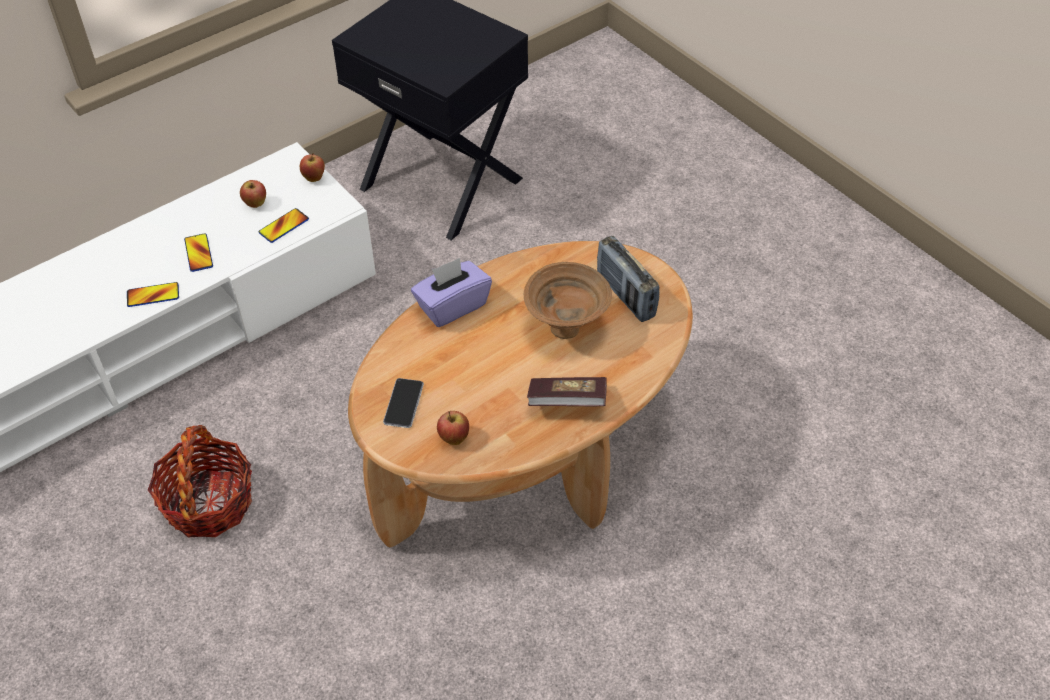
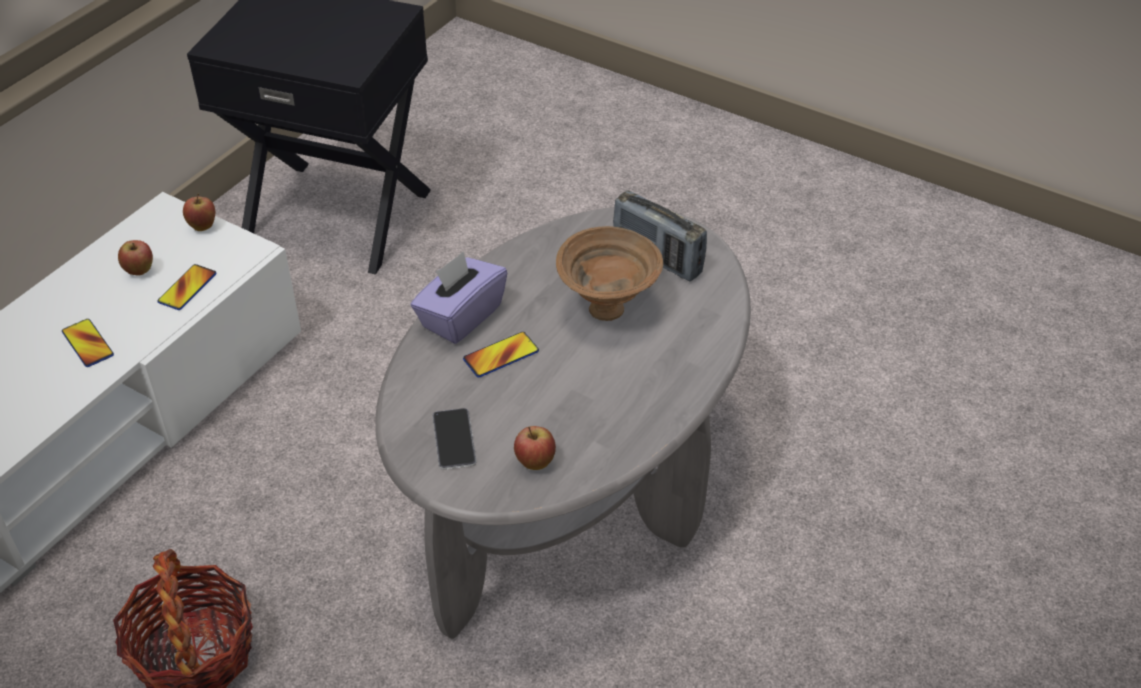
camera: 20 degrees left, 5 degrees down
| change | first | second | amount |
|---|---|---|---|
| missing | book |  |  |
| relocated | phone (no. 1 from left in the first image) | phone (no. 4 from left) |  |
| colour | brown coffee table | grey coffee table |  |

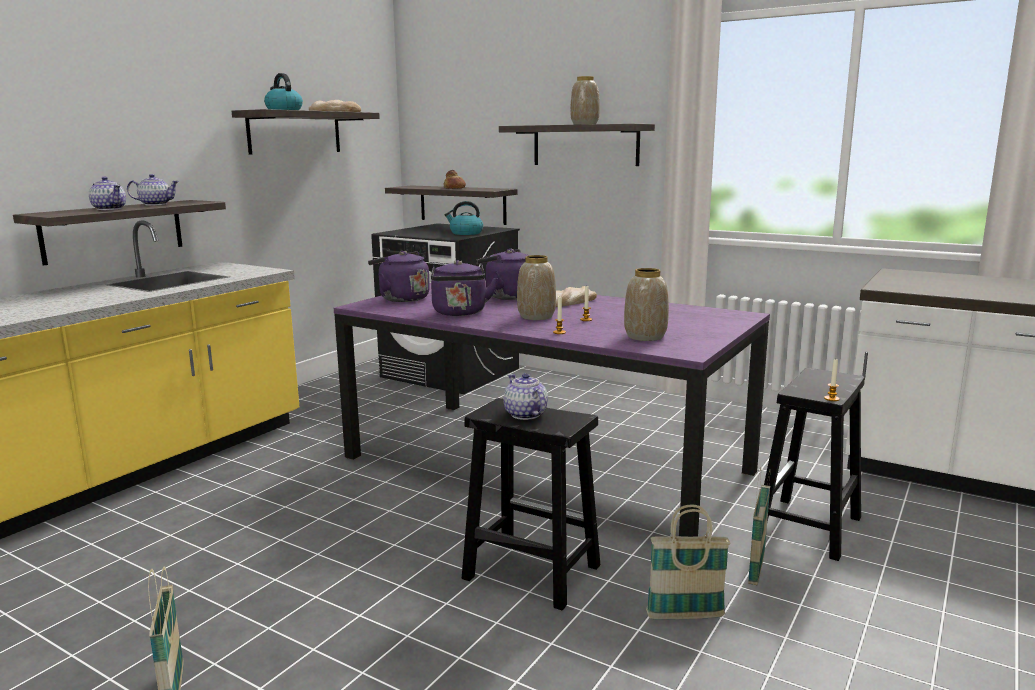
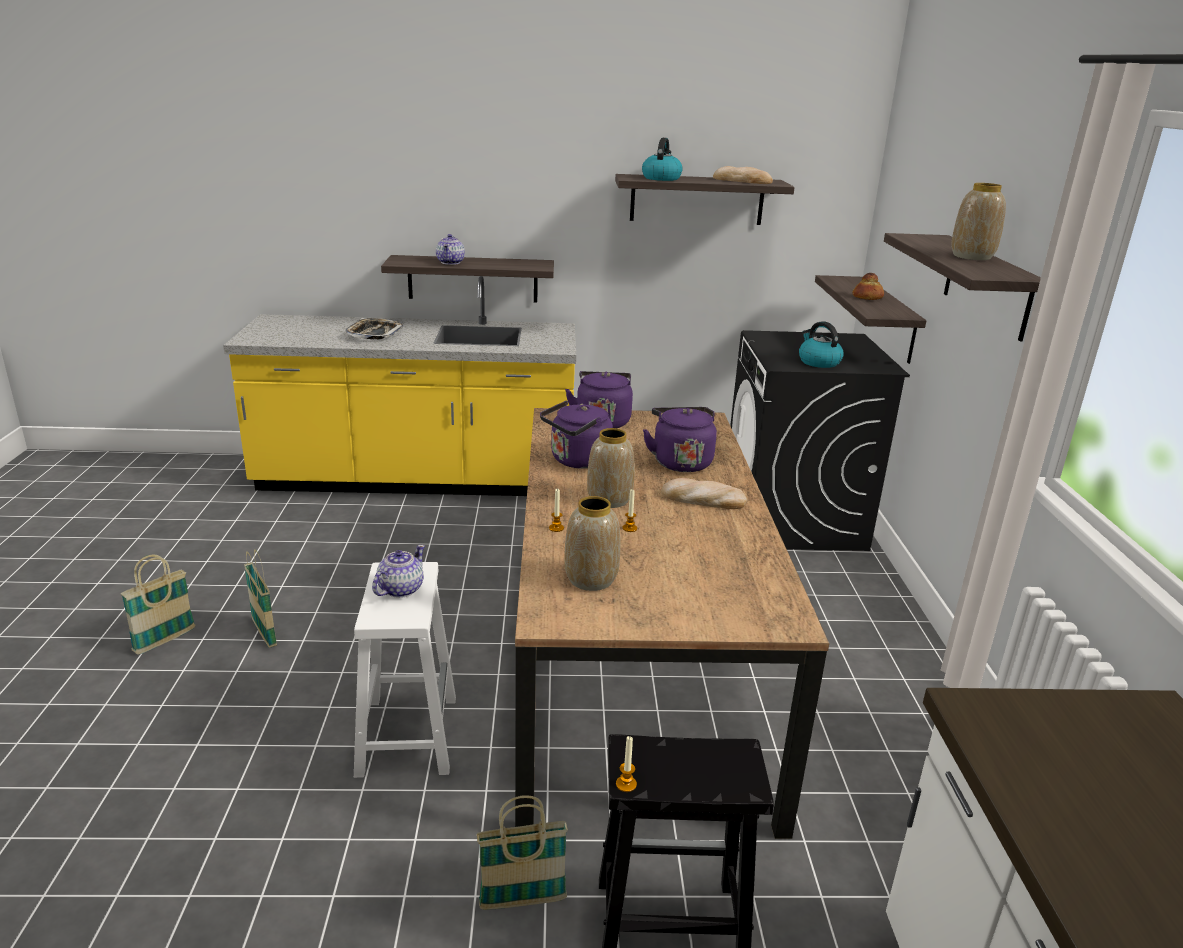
camera: 55 degrees right, 10 degrees up
| change | first | second | amount |
|---|---|---|---|
| missing | teapot (no. 2 from left) |  |  |
| appeared |  | tray |  |
| relocated | basket (no. 2 from left) |  |  |
| colour | purple dining table | brown dining table |  |
| colour | black stool (no. 1 from left) | white stool |  |

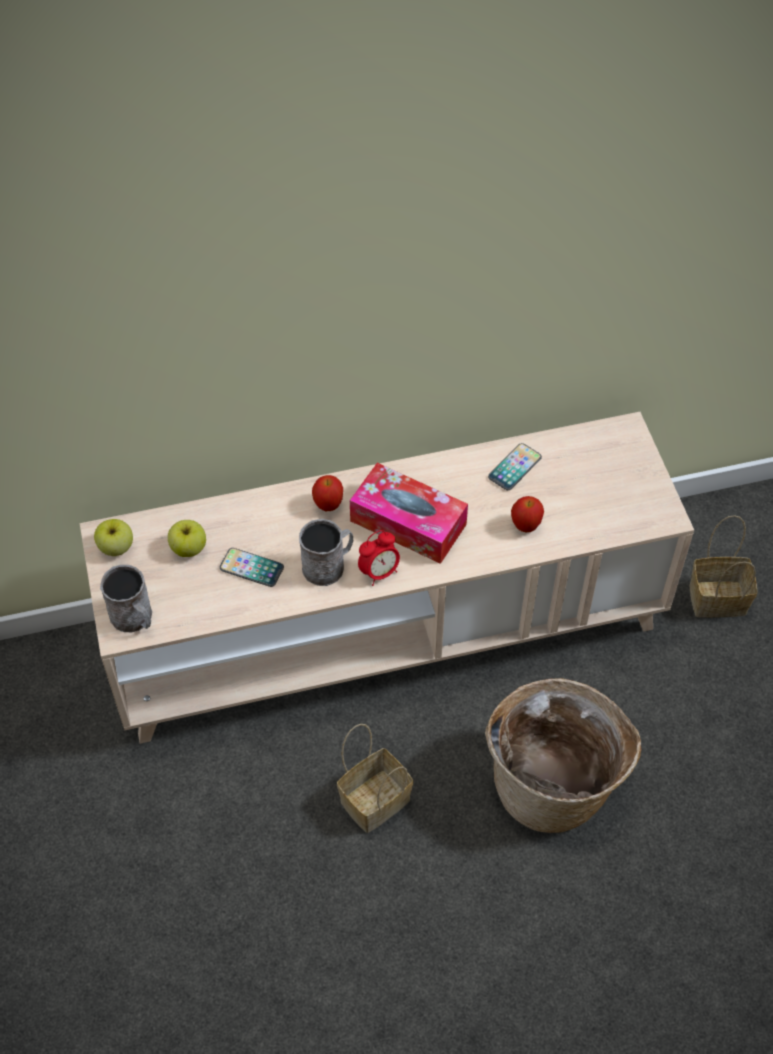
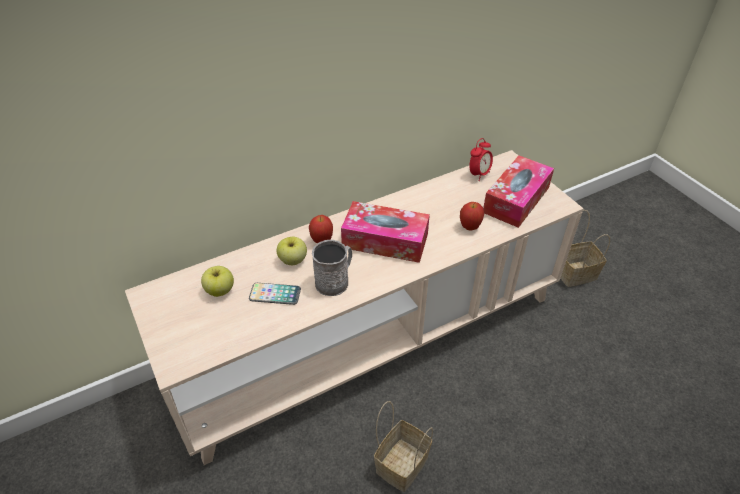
camera: 15 degrees left, 10 degrees down
| change | first | second | amount |
|---|---|---|---|
| missing | grey mug (no. 1 from left) |  |  |
| missing | basket (no. 2 from left) |  |  |
| missing | phone (no. 2 from left) |  |  |
| appeared |  | tissue box (no. 2 from left) |  |
| relocated | apple (no. 1 from left in the first image) | apple (no. 2 from left) |  |
| relocated | alarm clock |  |  |

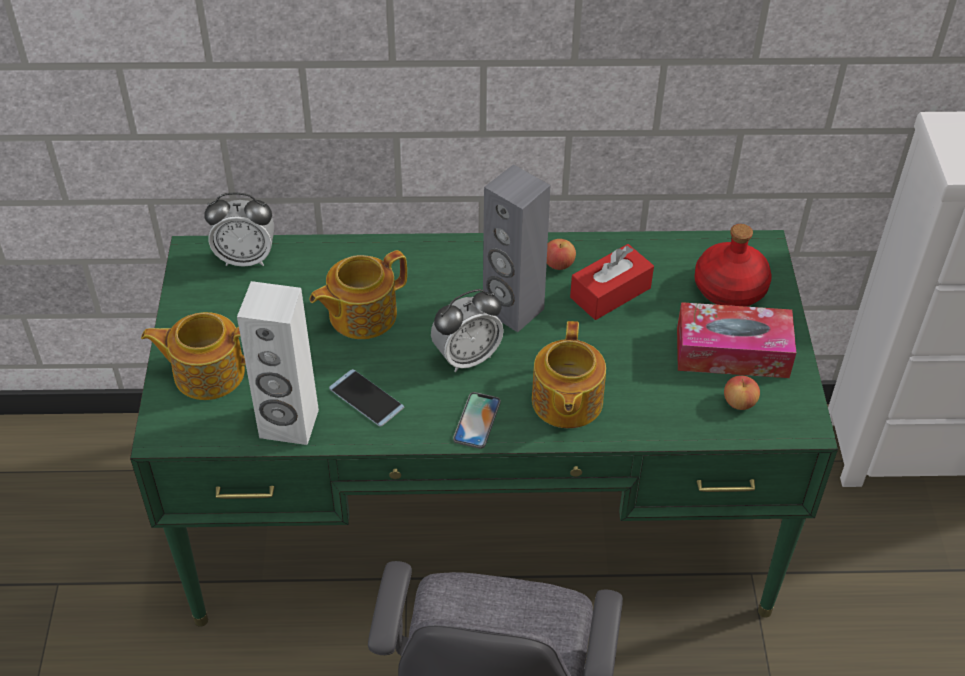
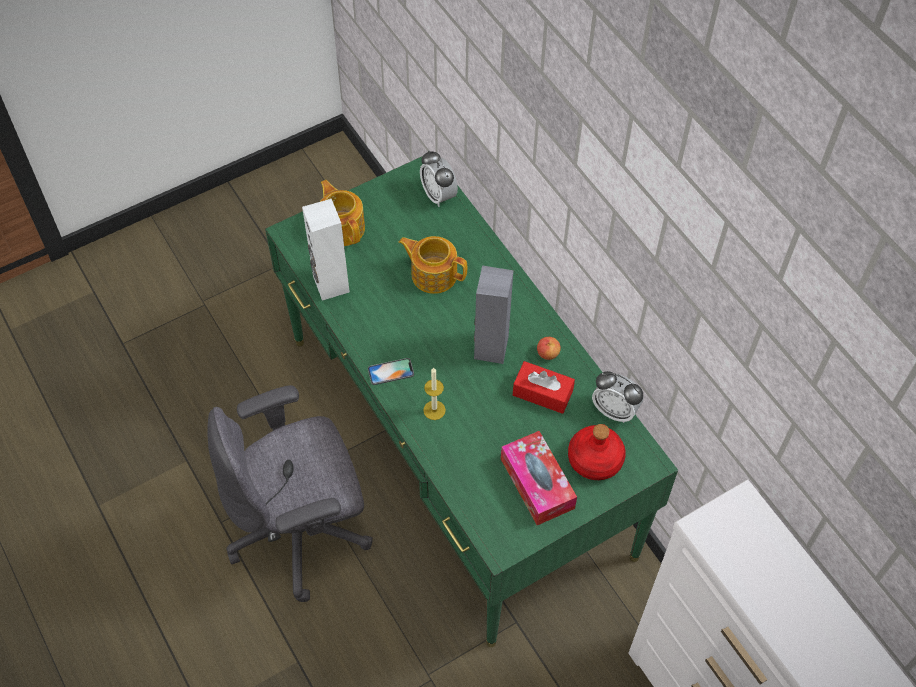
camera: 60 degrees right, 10 degrees up
| change | first | second | amount |
|---|---|---|---|
| missing | phone (no. 1 from left) |  |  |
| missing | apple (no. 2 from left) |  |  |
| relocated | alarm clock (no. 2 from left) |  |  |
| exchanged | teapot (no. 3 from left) | candle |  |

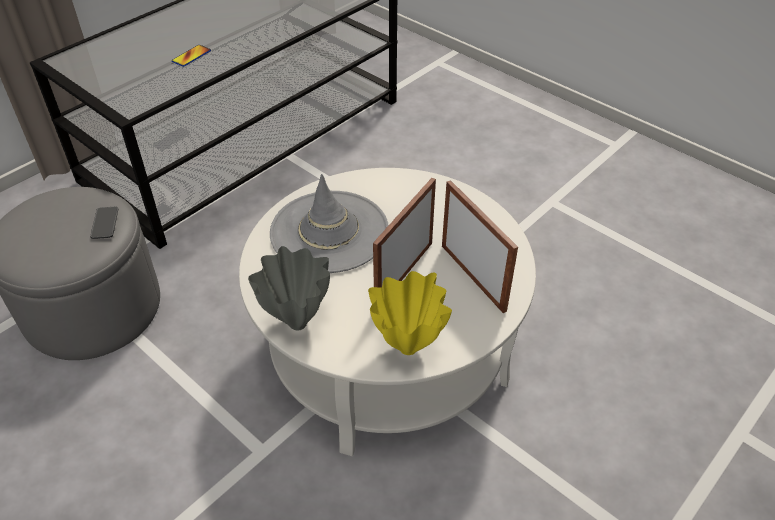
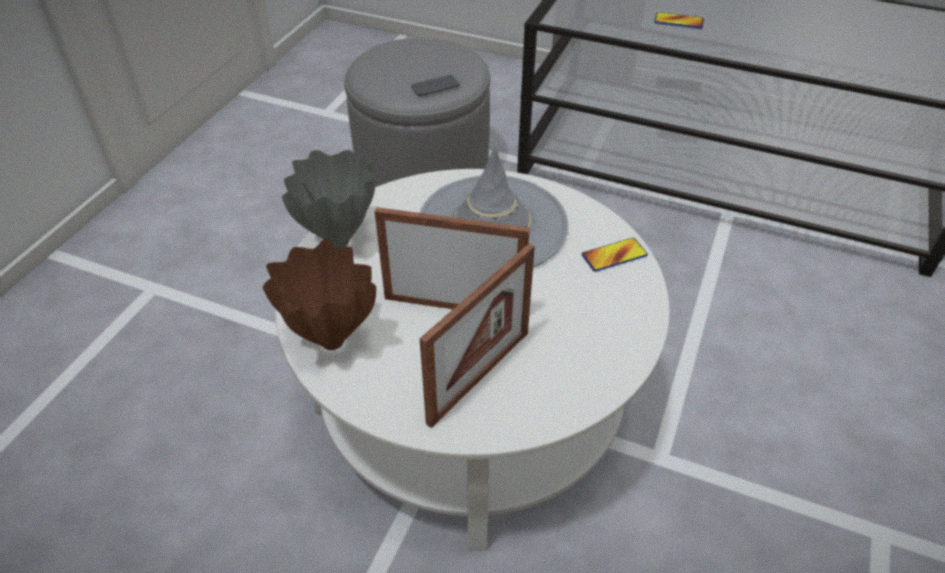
camera: 70 degrees right, 0 degrees up
| change | first | second | amount |
|---|---|---|---|
| appeared |  | phone (no. 2 from left) |  |
| colour | yellow vase | brown vase |  |

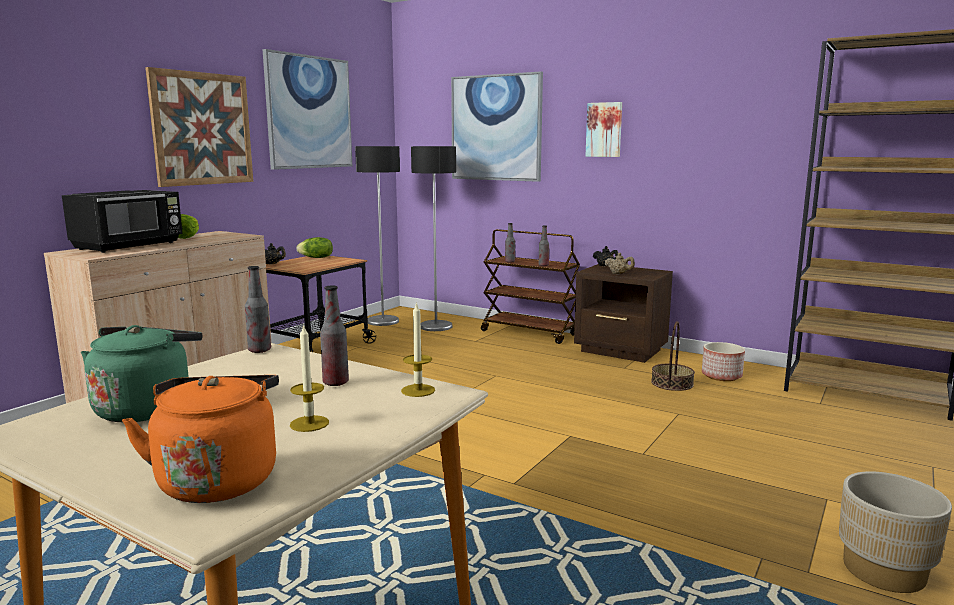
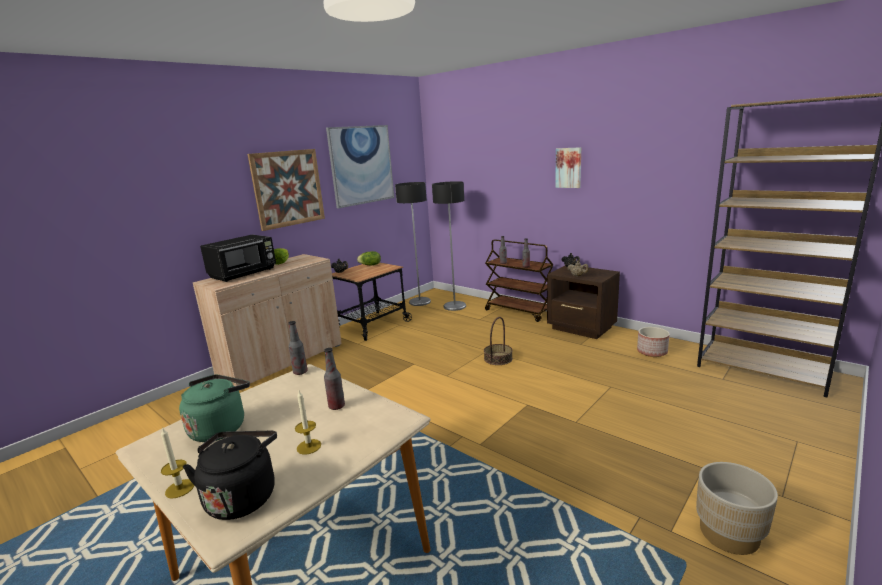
camera: 10 degrees right, 5 degrees up
| change | first | second | amount |
|---|---|---|---|
| missing | picture (no. 3 from left) |  |  |
| relocated | candle (no. 2 from left in the first image) | candle (no. 1 from left) |  |
| relocated | basket |  |  |
| colour | orange kettle | black kettle |  |

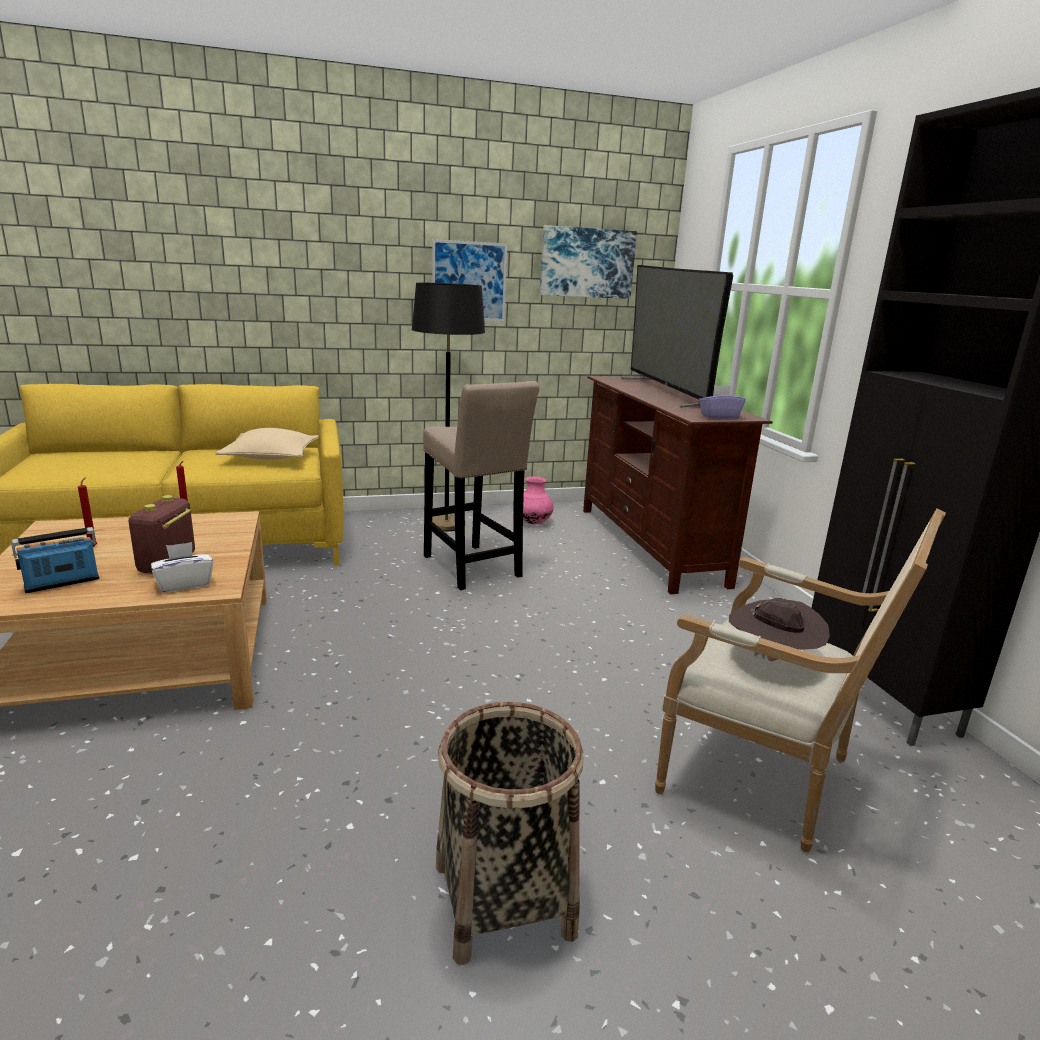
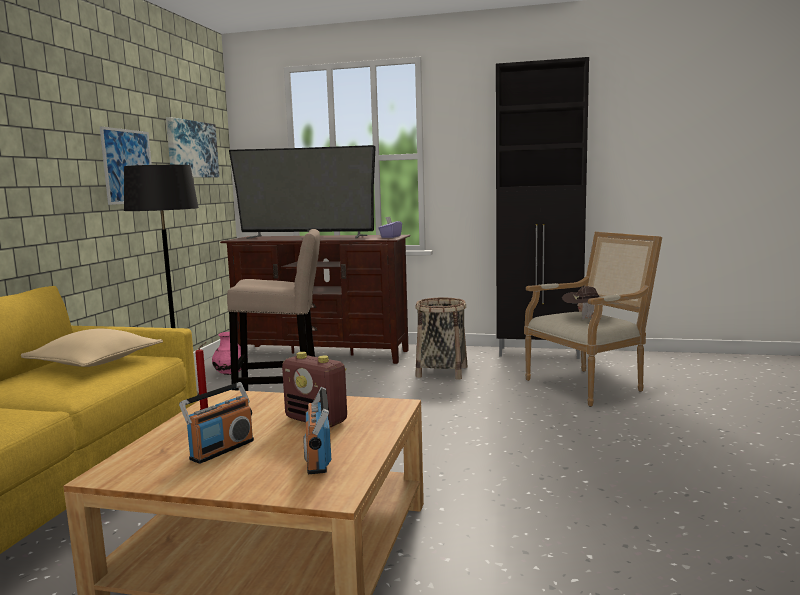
camera: 60 degrees left, 10 degrees down
| change | first | second | amount |
|---|---|---|---|
| missing | white tissue box |  |  |
| relocated | basket |  |  |
| exchanged | red candle (no. 1 from left) | radio (no. 1 from left) |  |

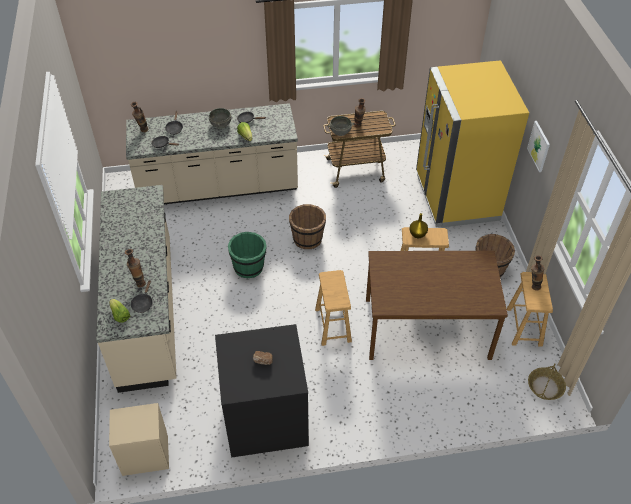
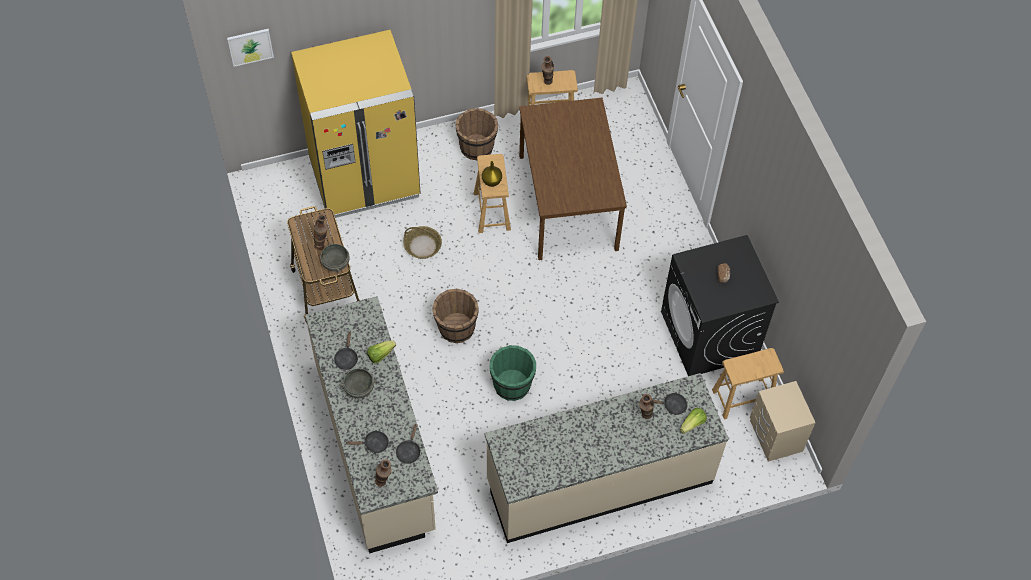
camera: 100 degrees left, 10 degrees up
| change | first | second | amount |
|---|---|---|---|
| relocated | brown stool (no. 1 from left in the first image) | brown stool (no. 3 from left) |  |
| relocated | picture |  |  |
| relocated | basket |  |  |

